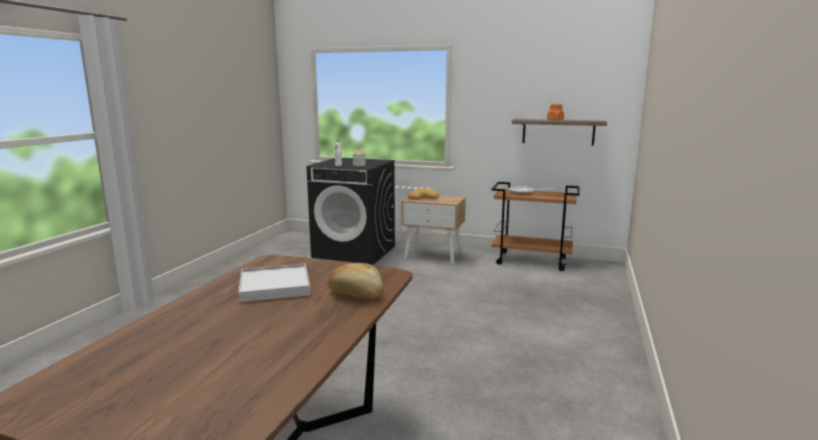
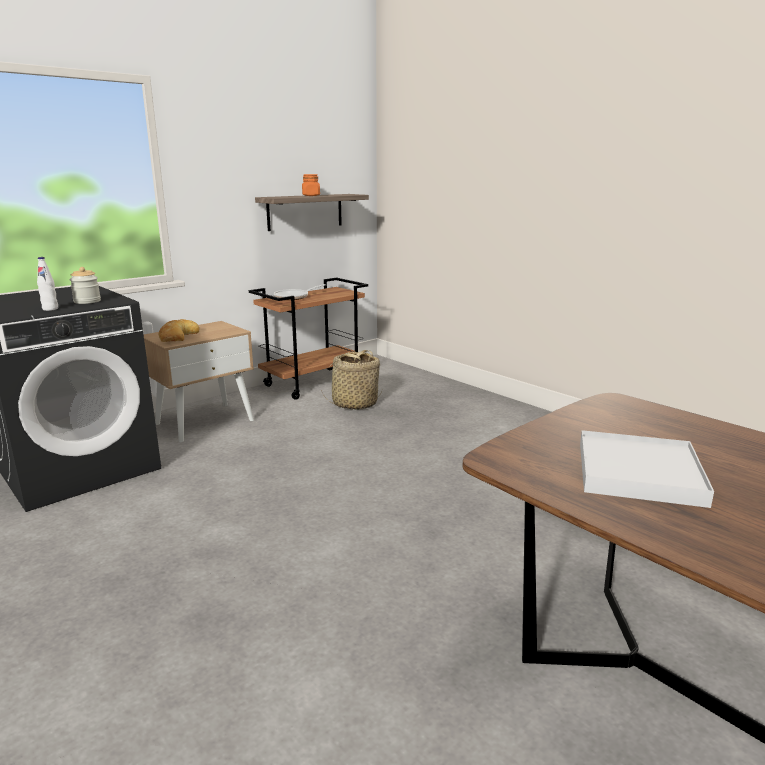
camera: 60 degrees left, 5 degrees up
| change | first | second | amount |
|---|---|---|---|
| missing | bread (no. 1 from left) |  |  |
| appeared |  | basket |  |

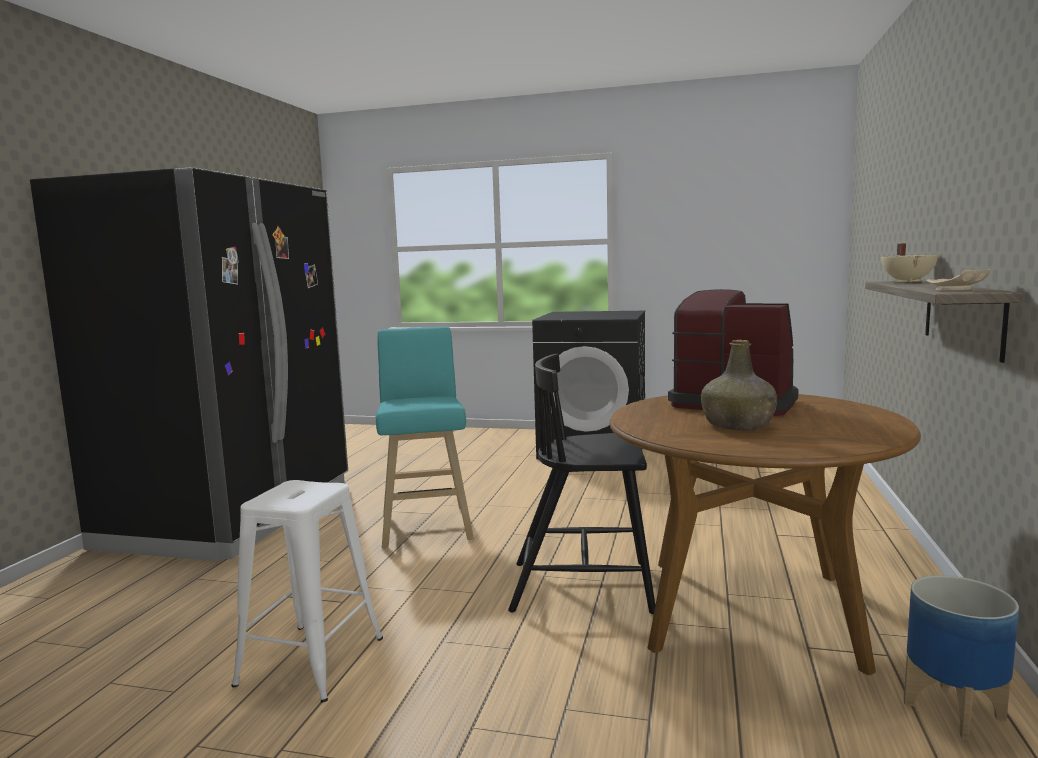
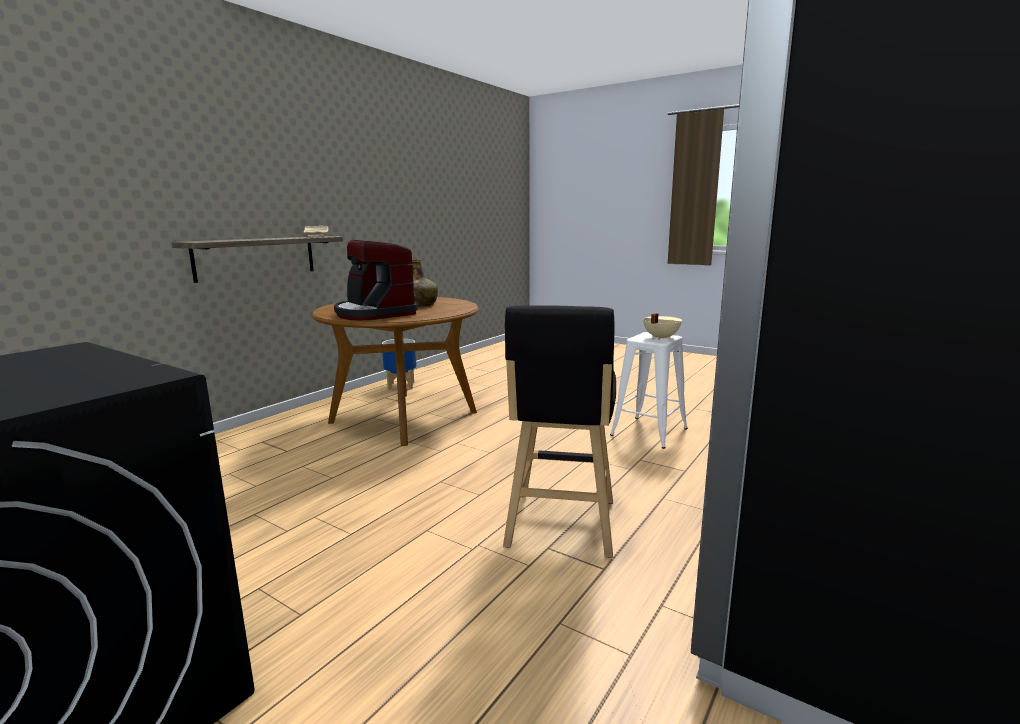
camera: 160 degrees left, 5 degrees up
| change | first | second | amount |
|---|---|---|---|
| missing | black chair |  |  |
| relocated | beige cooking pot |  |  |
| colour | turquoise stool | black stool |  |

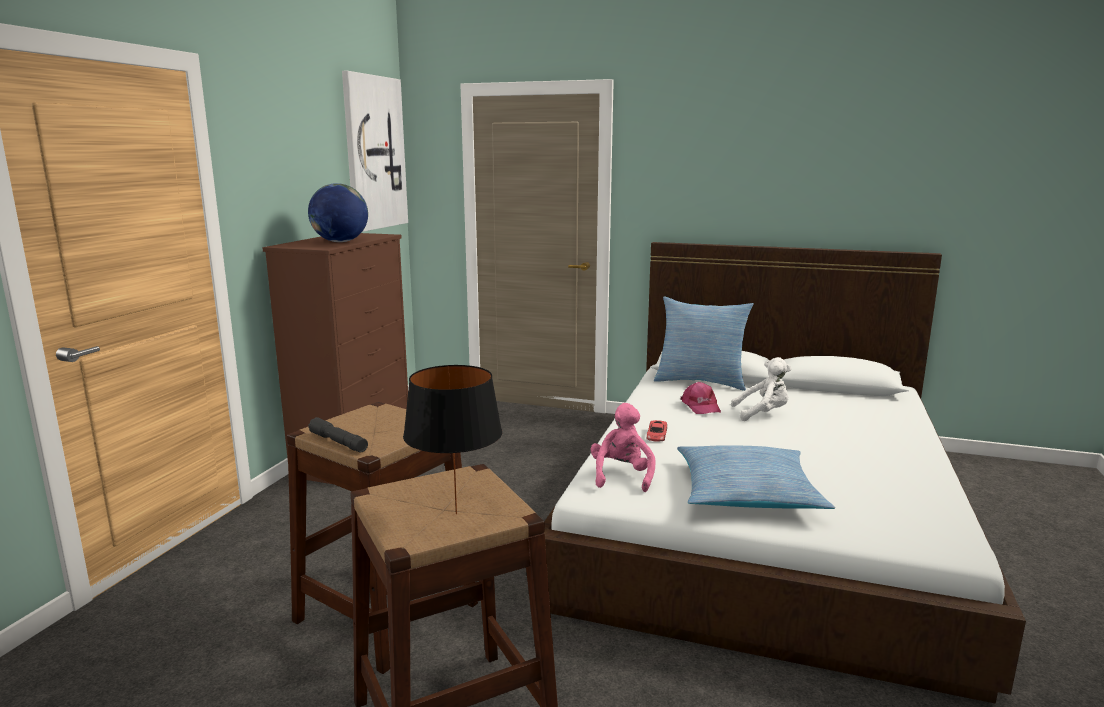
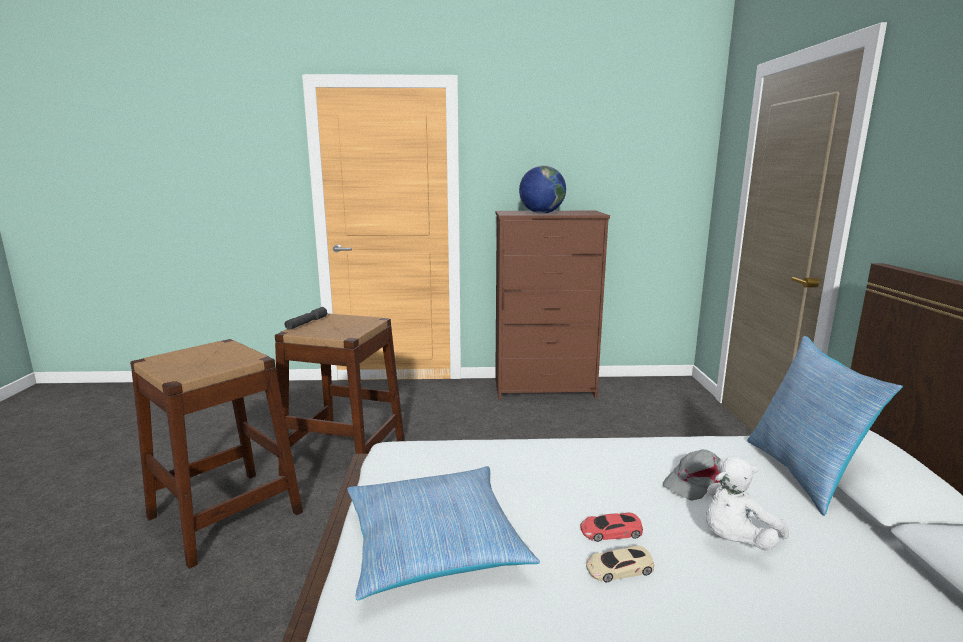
camera: 70 degrees right, 0 degrees up
| change | first | second | amount |
|---|---|---|---|
| missing | picture |  |  |
| missing | black table lamp |  |  |
| missing | pink plush toy |  |  |
| appeared |  | beige toy car |  |
| relocated | red toy car |  |  |
| colour | pink cap | grey cap |  |
| spun | white plush toy |  | 75 degrees clockwise |

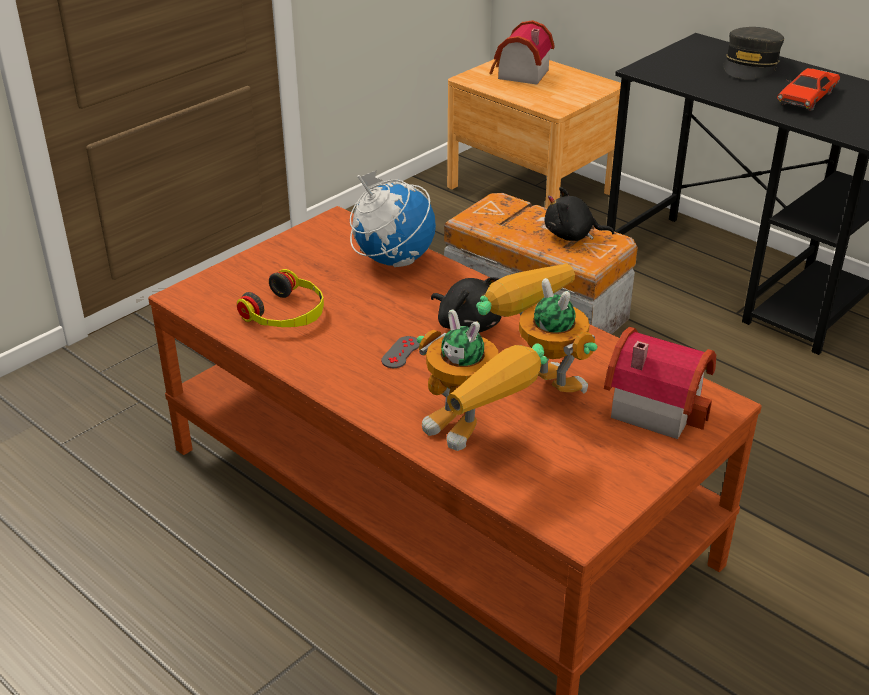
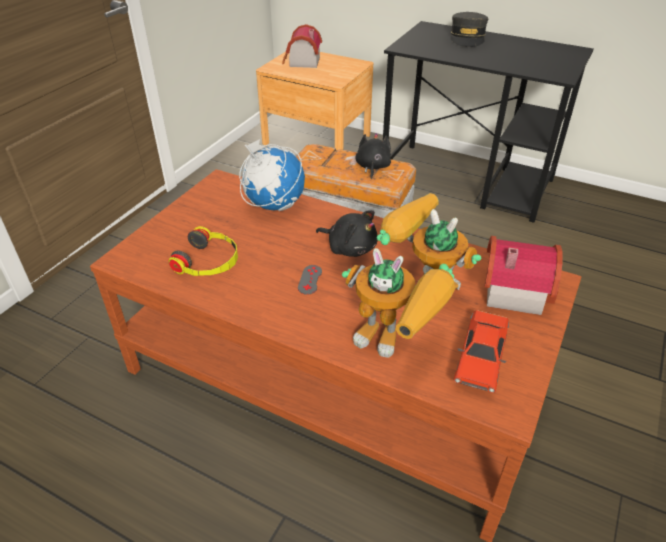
camera: 15 degrees left, 5 degrees up
| change | first | second | amount |
|---|---|---|---|
| relocated | red toy car |  |  |
| spun | black plush toy (no. 2 from left) |  | 105 degrees clockwise |

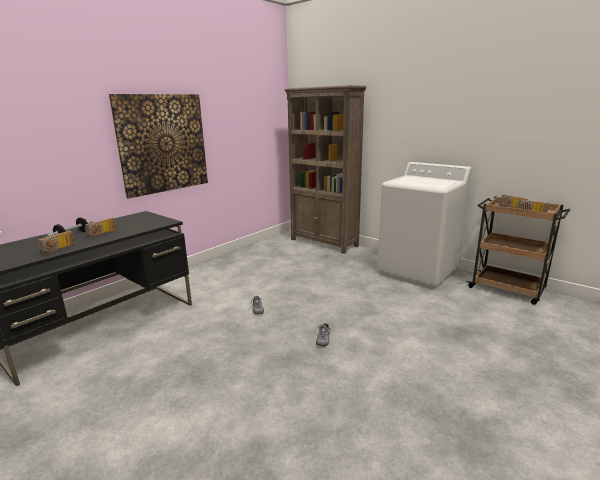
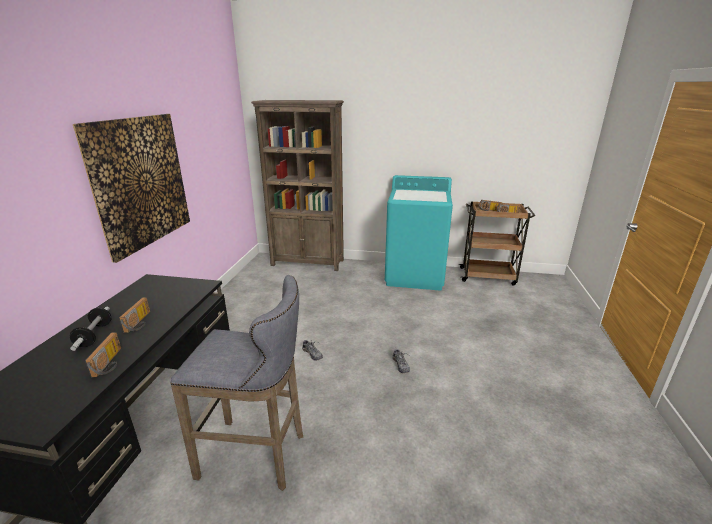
camera: 30 degrees left, 5 degrees up
| change | first | second | amount |
|---|---|---|---|
| appeared |  | grey stool |  |
| colour | white washing machine | turquoise washing machine |  |

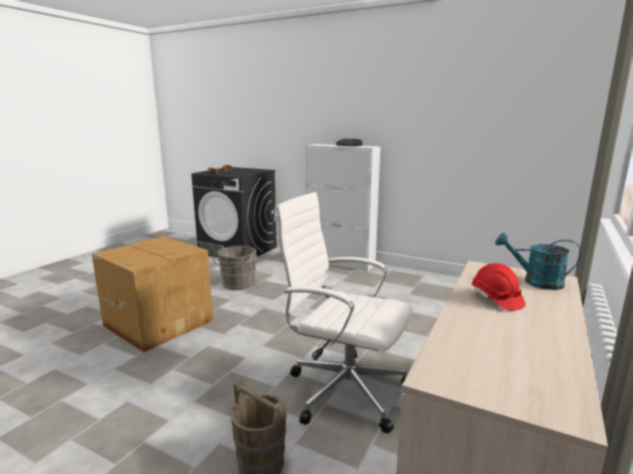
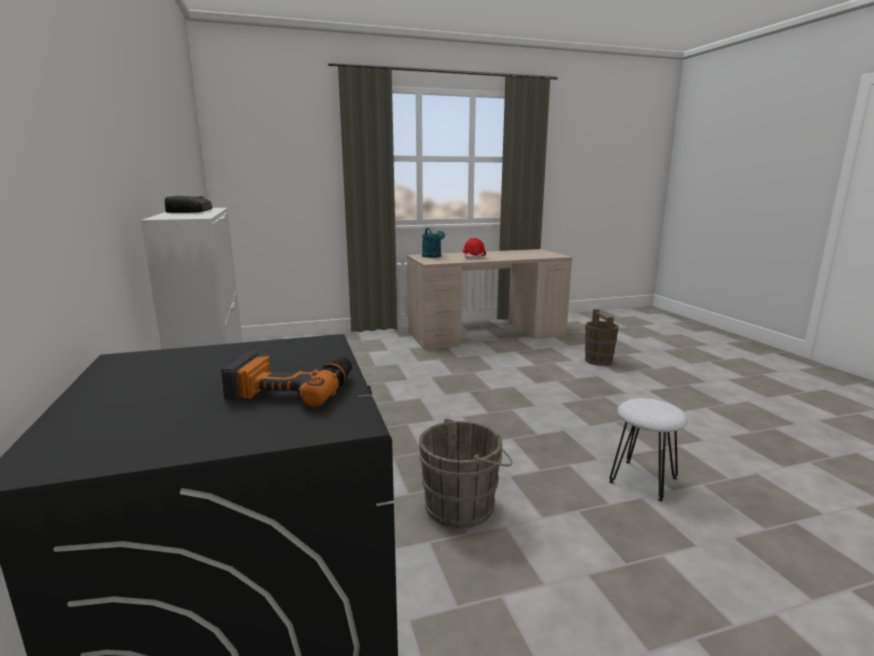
camera: 135 degrees left, 0 degrees up
| change | first | second | amount |
|---|---|---|---|
| missing | white office chair |  |  |
| exchanged | cardboard box | white stool |  |

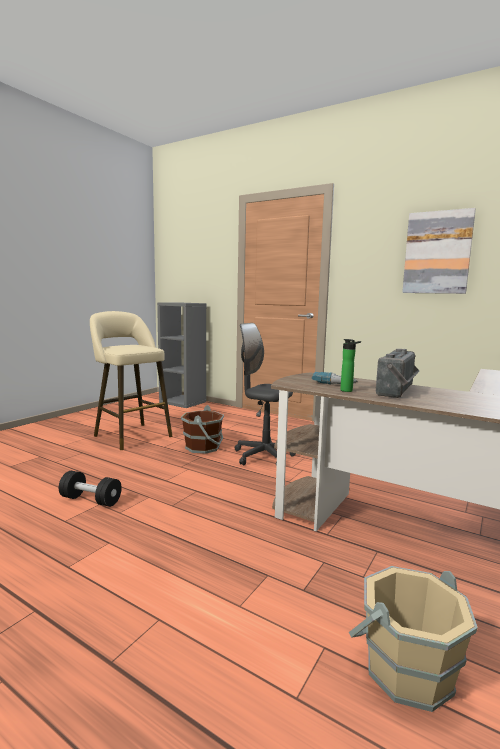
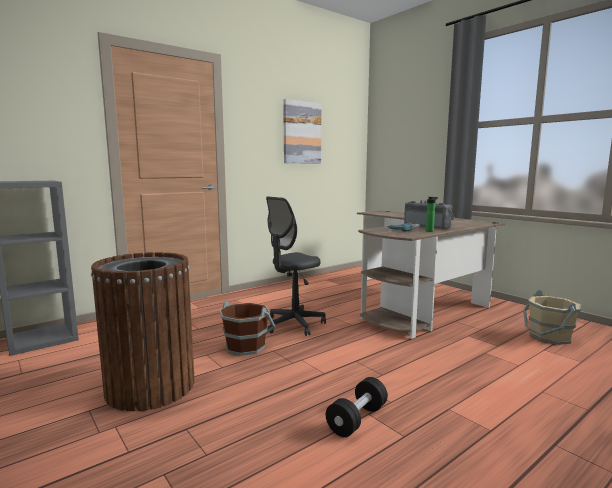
camera: 70 degrees left, 0 degrees up
| change | first | second | amount |
|---|---|---|---|
| exchanged | beige stool | brown trash can |  |

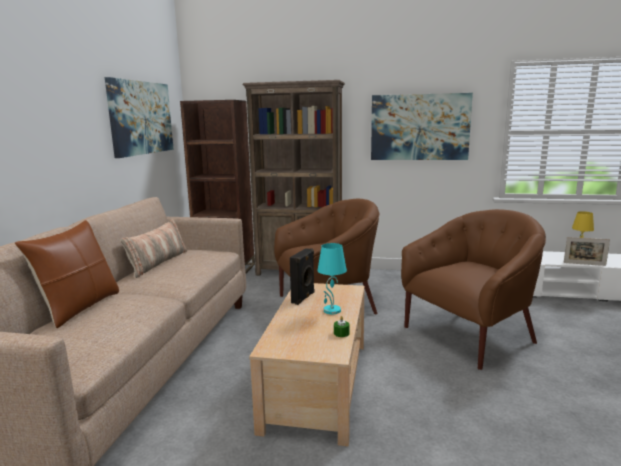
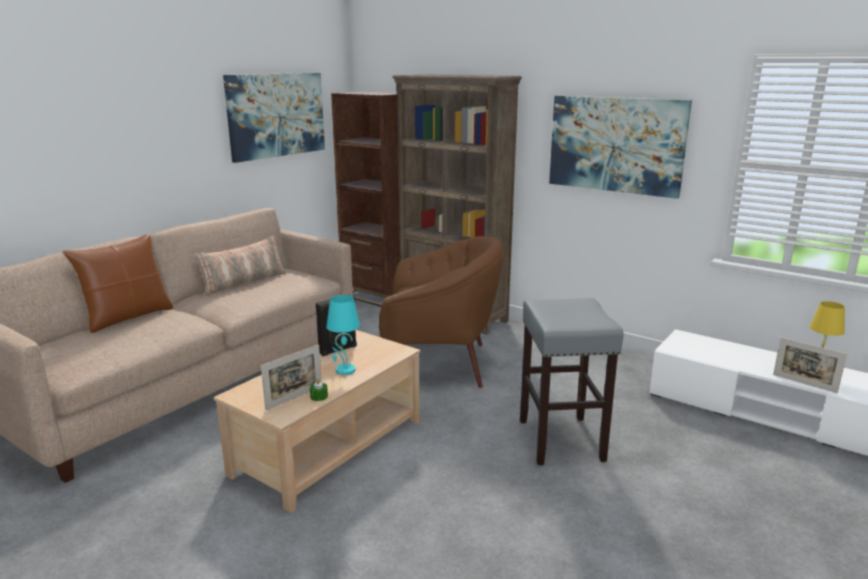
camera: 25 degrees right, 5 degrees up
| change | first | second | amount |
|---|---|---|---|
| appeared |  | picture frame (no. 1 from left) |  |
| exchanged | brown armchair (no. 2 from left) | grey stool |  |

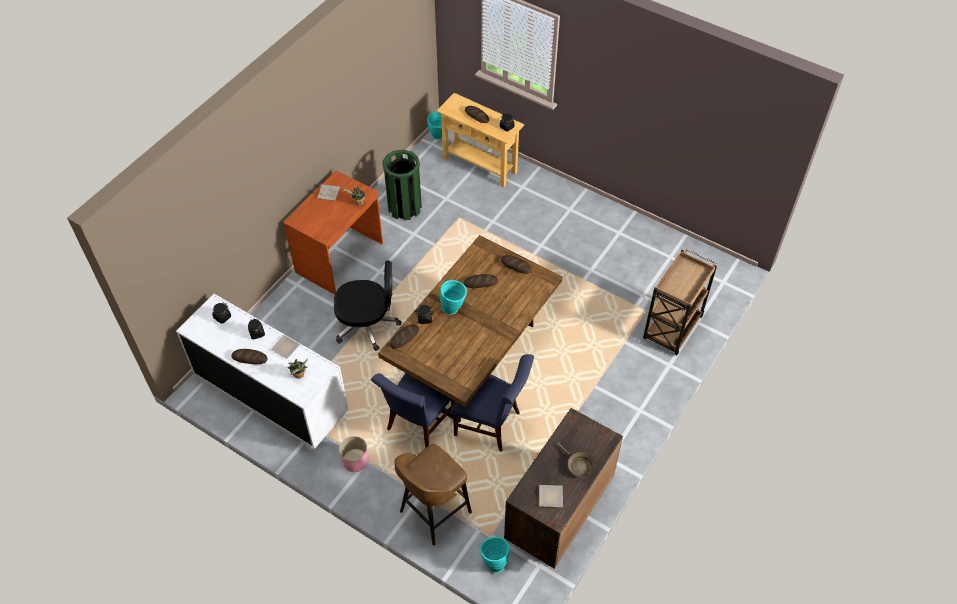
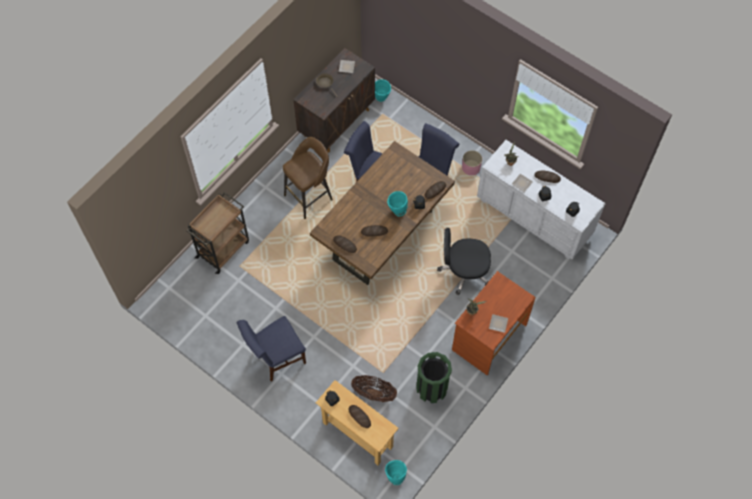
camera: 175 degrees left, 10 degrees up
| change | first | second | amount |
|---|---|---|---|
| appeared |  | blue chair (no. 1 from left) |  |
| appeared |  | basket |  |
| relocated | brown stool |  |  |

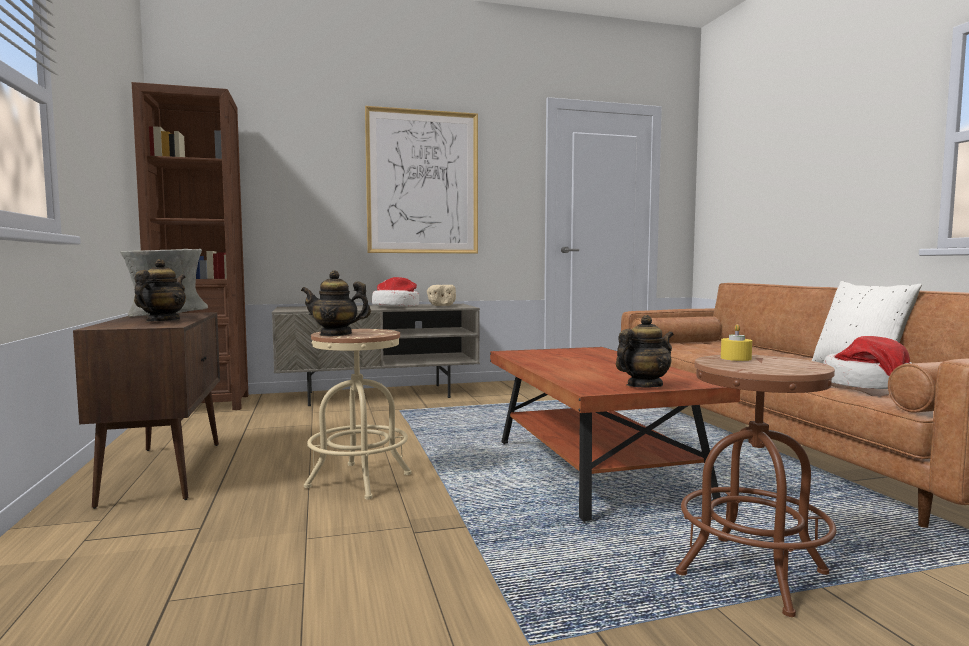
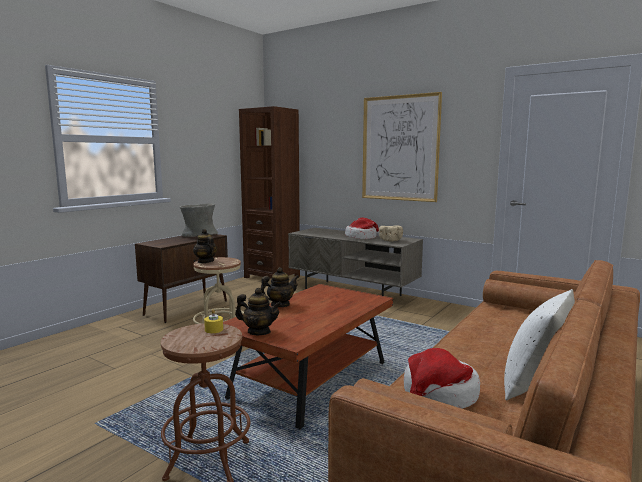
camera: 50 degrees right, 5 degrees up
| change | first | second | amount |
|---|---|---|---|
| relocated | teapot (no. 1 from left in the first image) | teapot (no. 3 from left) |  |

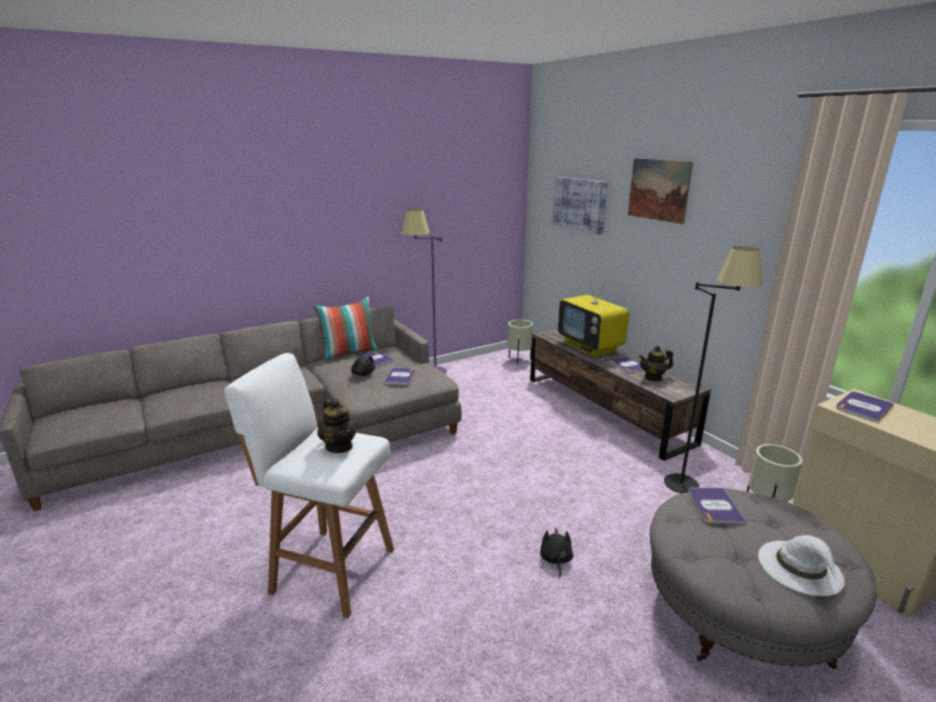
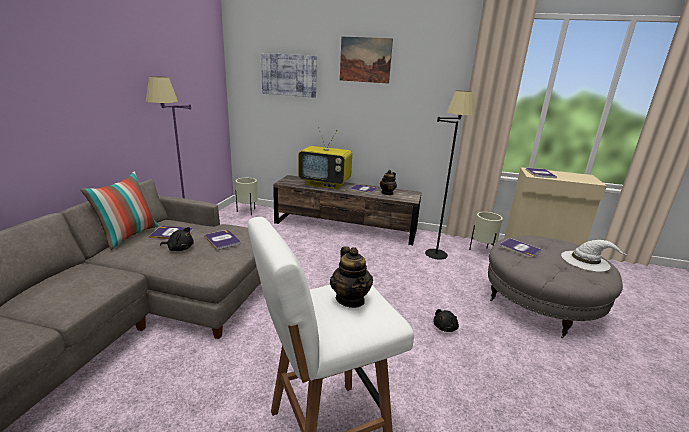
camera: 45 degrees left, 0 degrees up
| change | first | second | amount |
|---|---|---|---|
| spun | teapot (no. 1 from left) |  | 60 degrees clockwise |
| spun | black plush toy (no. 2 from left) |  | 90 degrees counterclockwise |

